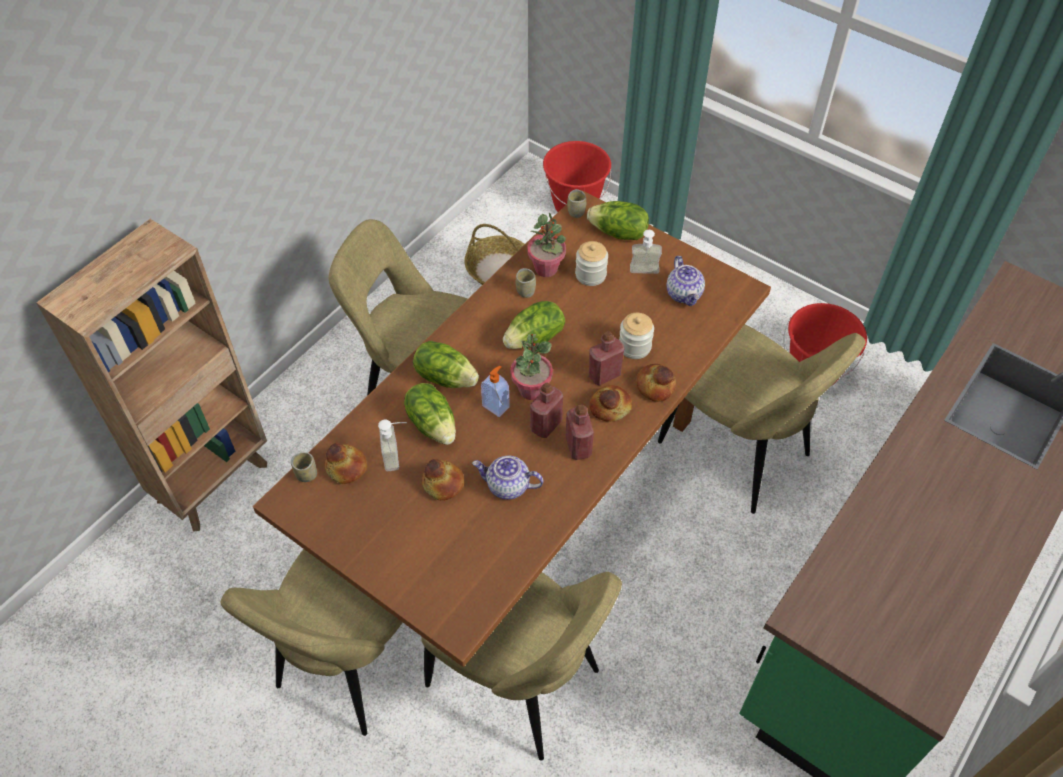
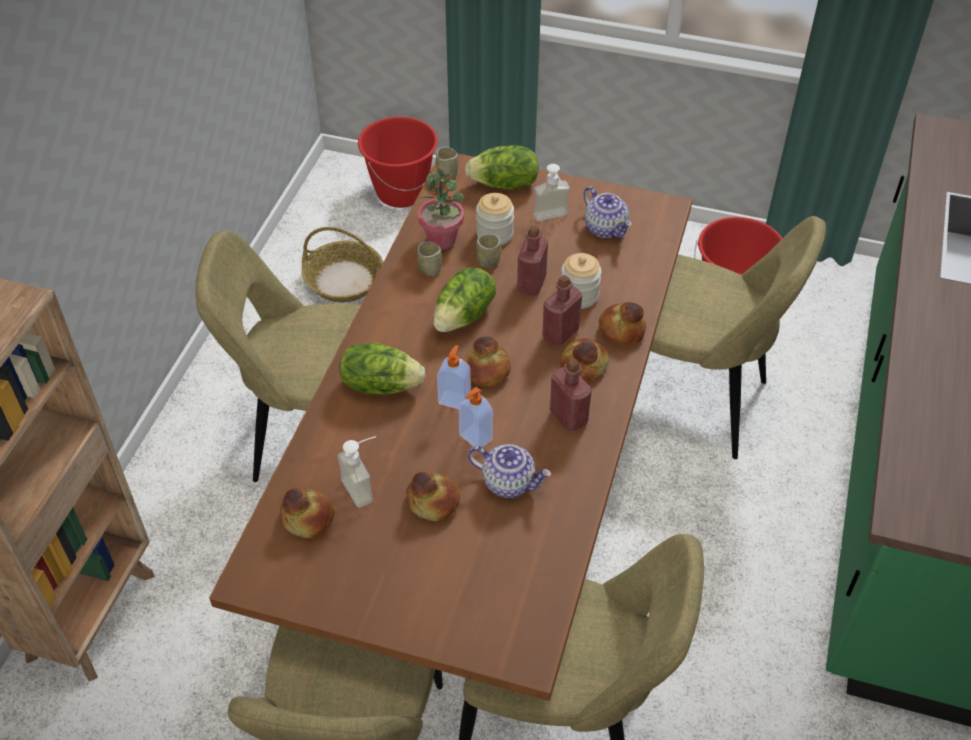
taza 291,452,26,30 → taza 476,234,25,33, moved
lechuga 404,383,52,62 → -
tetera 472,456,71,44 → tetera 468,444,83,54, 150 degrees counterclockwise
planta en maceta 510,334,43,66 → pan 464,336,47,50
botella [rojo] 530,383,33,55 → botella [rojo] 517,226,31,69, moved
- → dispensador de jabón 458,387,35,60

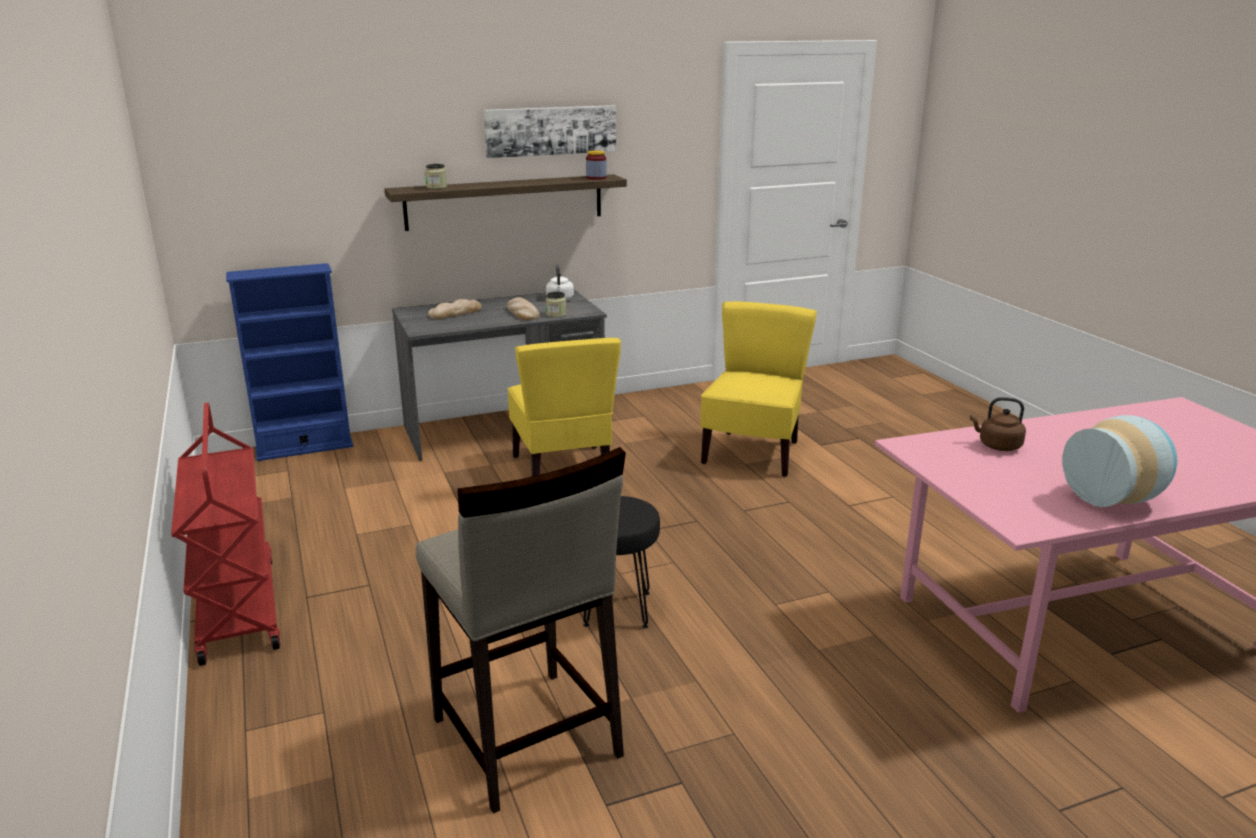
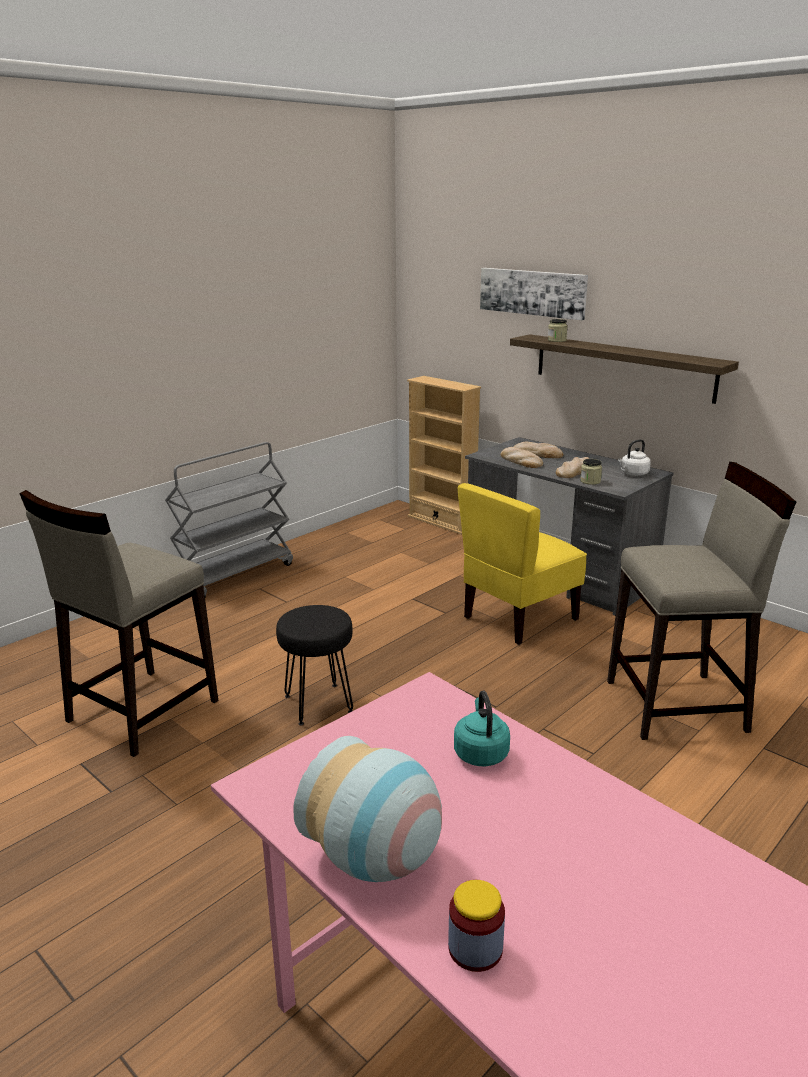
carrito [rojo] 171,403,110,263 → carrito [gris] 165,442,128,155
estantería [azul] 226,263,127,198 → estantería [beis] 407,376,74,159
cuadro 484,105,132,53 → cuadro 480,268,108,52, moved
tarro 586,150,21,30 → tarro 448,880,57,92, moved
silla [amarillo] 700,302,117,175 → taburete [beis] 607,462,189,278
hervidor [marrón] 970,397,56,54 → hervidor [turquesa] 454,690,56,76
- → pan 501,447,42,21

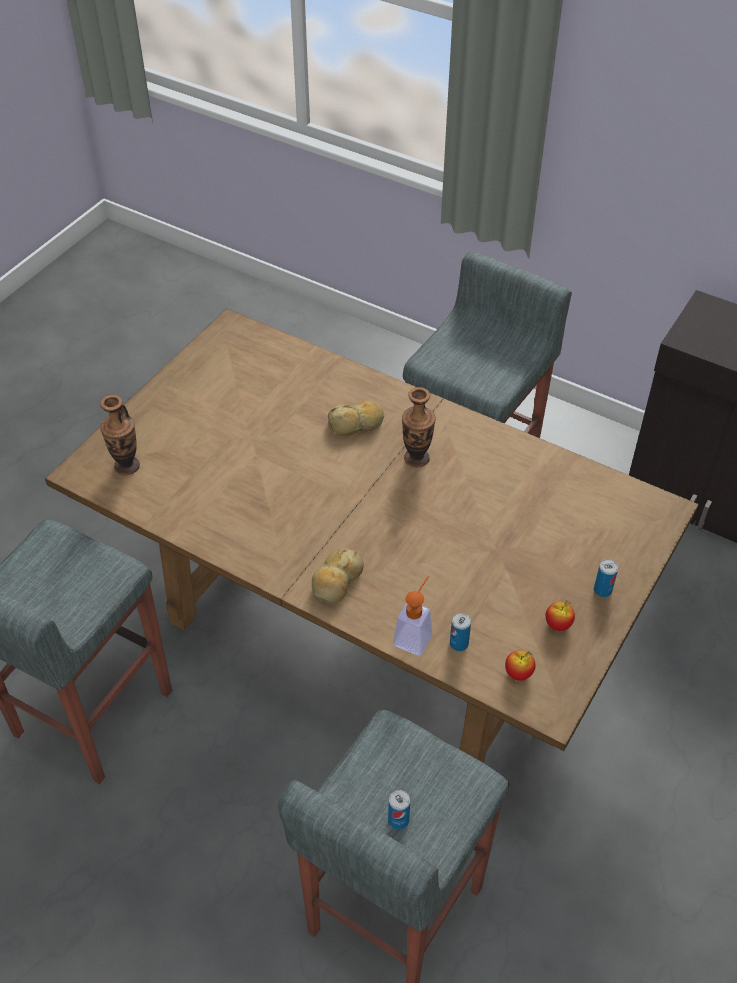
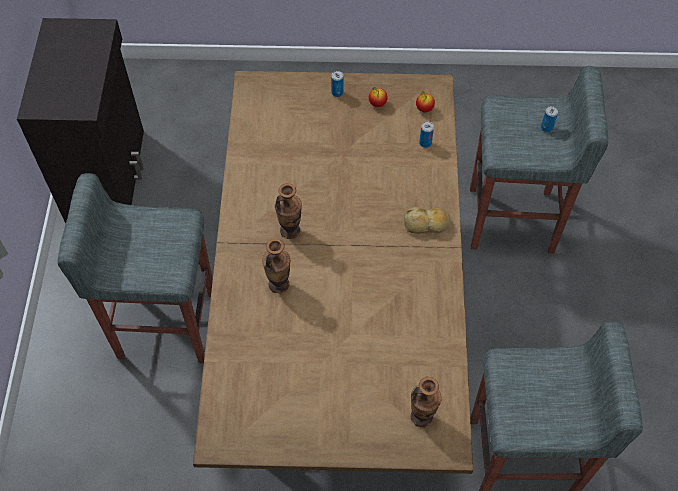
pan 328,400,56,36 → florero 262,239,28,54
dispensador de jabón 393,576,39,80 → -

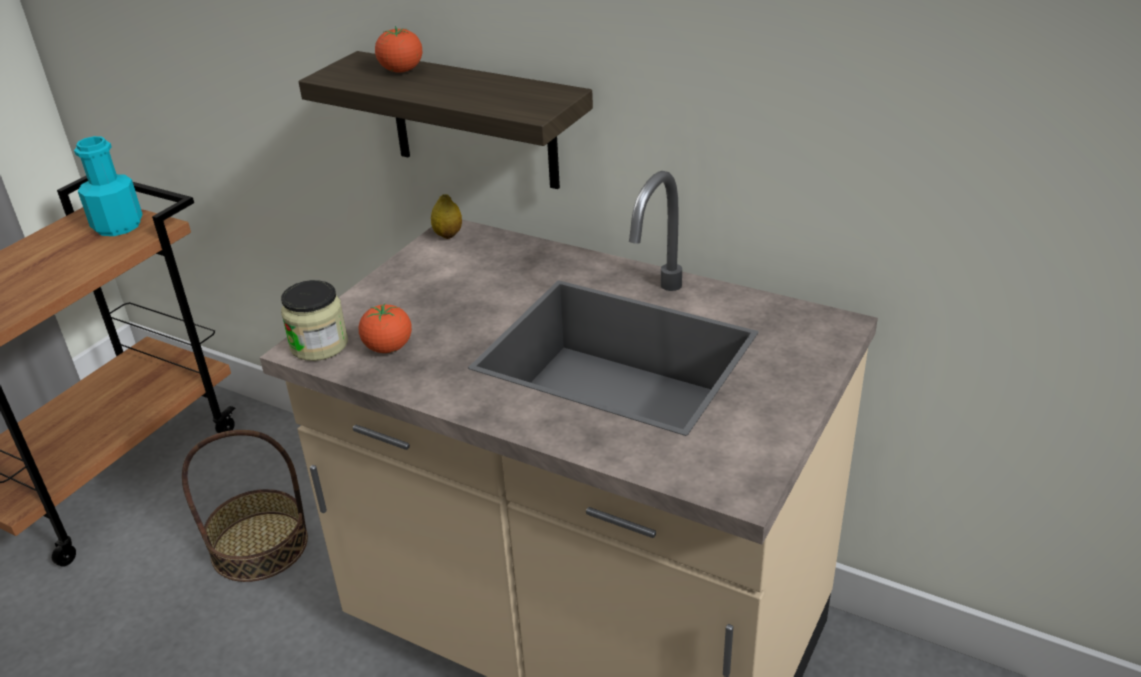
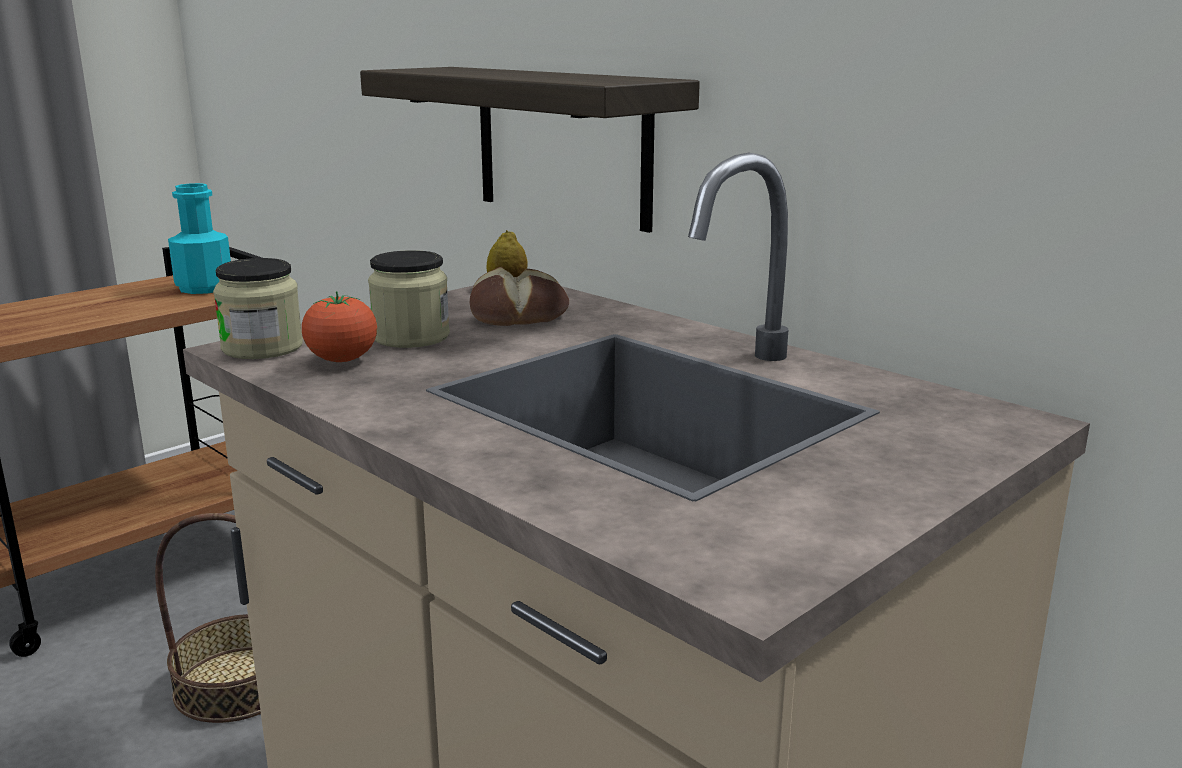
tomate 375,26,47,47 → -
- → tarro 368,250,82,98
- → pan 470,267,99,59

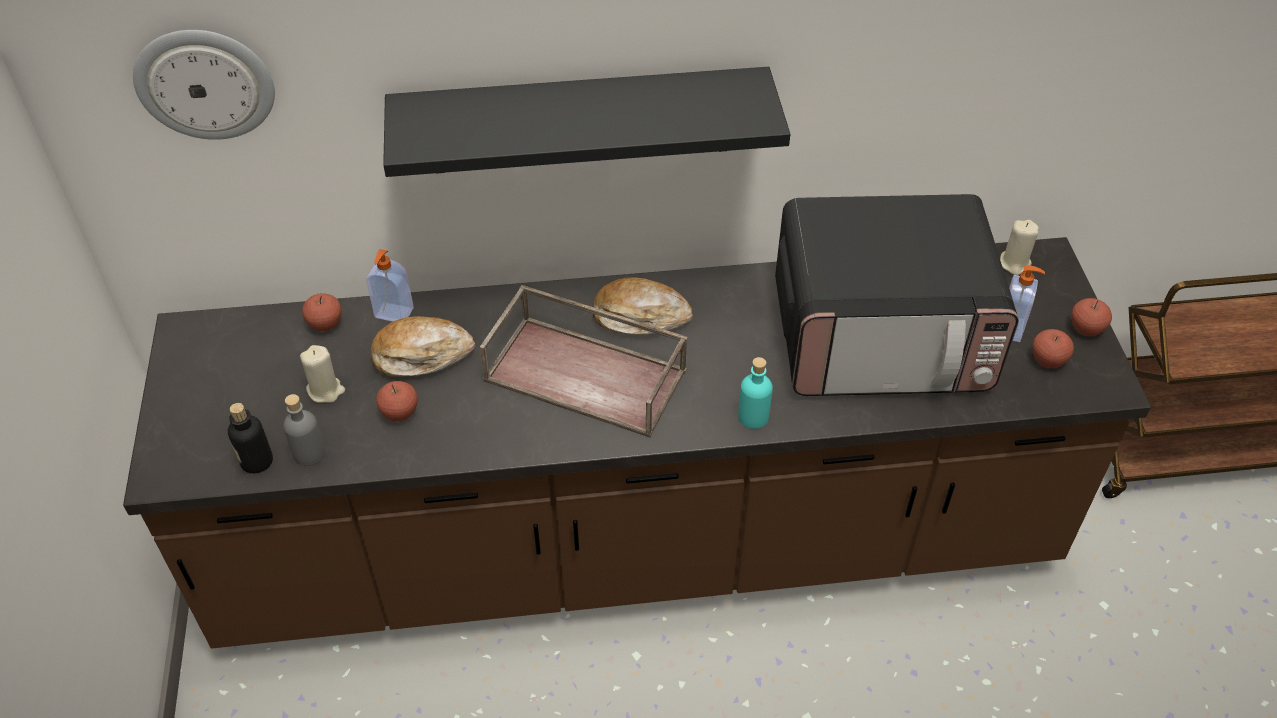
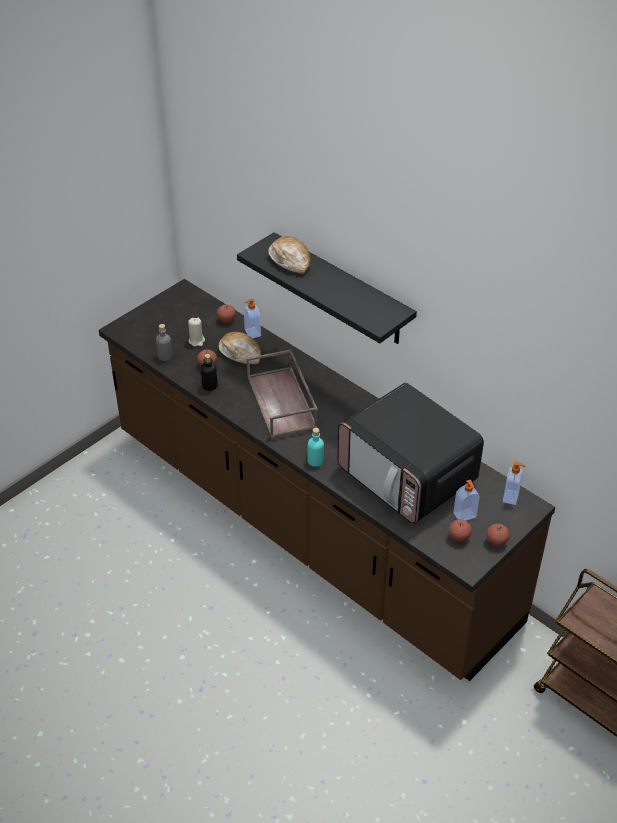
reloj de pared 133,30,142,110 → -
botella 228,403,45,70 → botella 200,354,18,37, moved
pan 593,277,100,58 → pan 268,236,43,38, moved
vela [beis] 1000,220,39,55 → dispensador de jabón 503,462,22,43

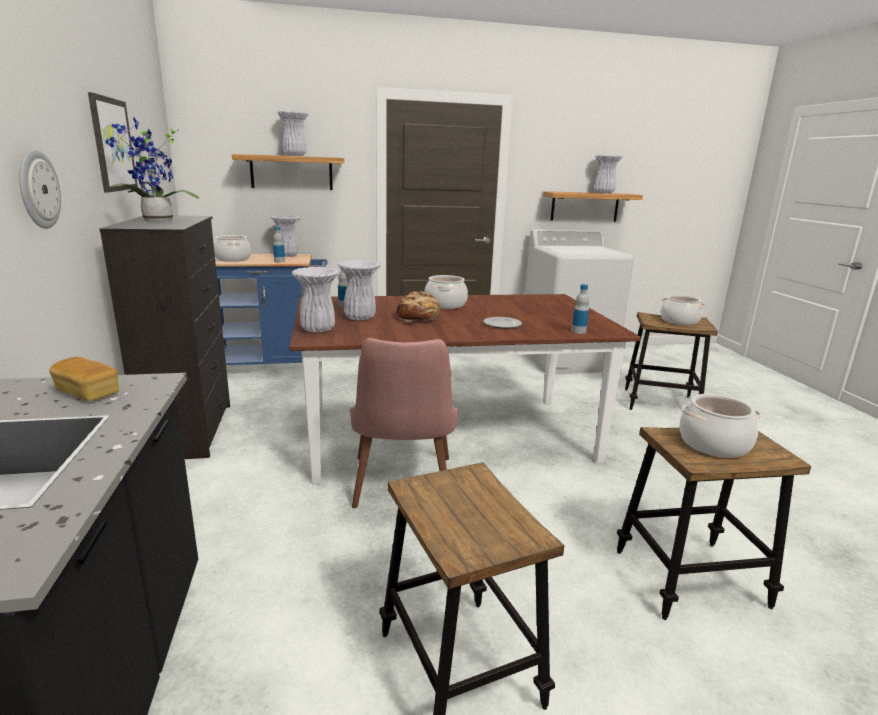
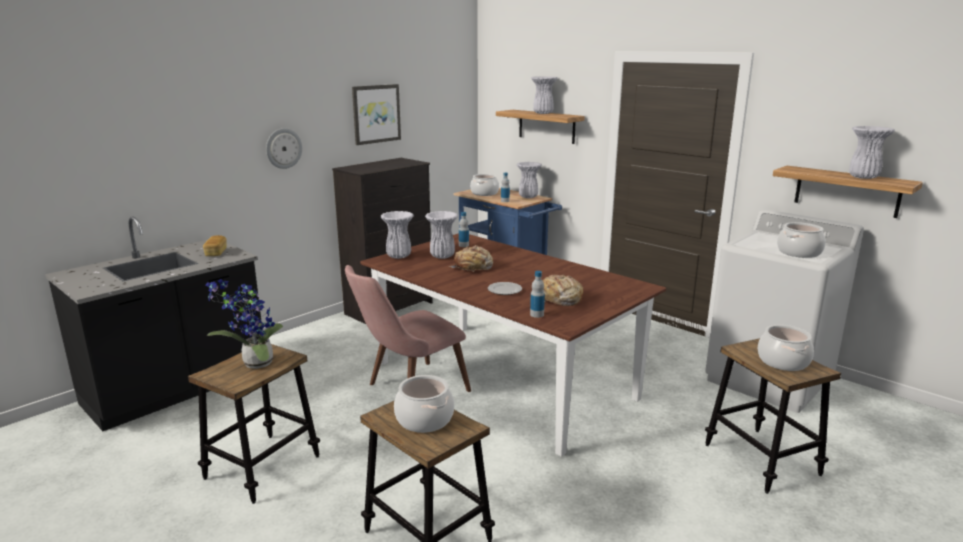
planta en maceta 106,117,93,105 → planta en maceta 206,279,77,90, moved
olla 424,275,44,34 → olla 777,222,49,36, moved
- → pan 542,275,42,31

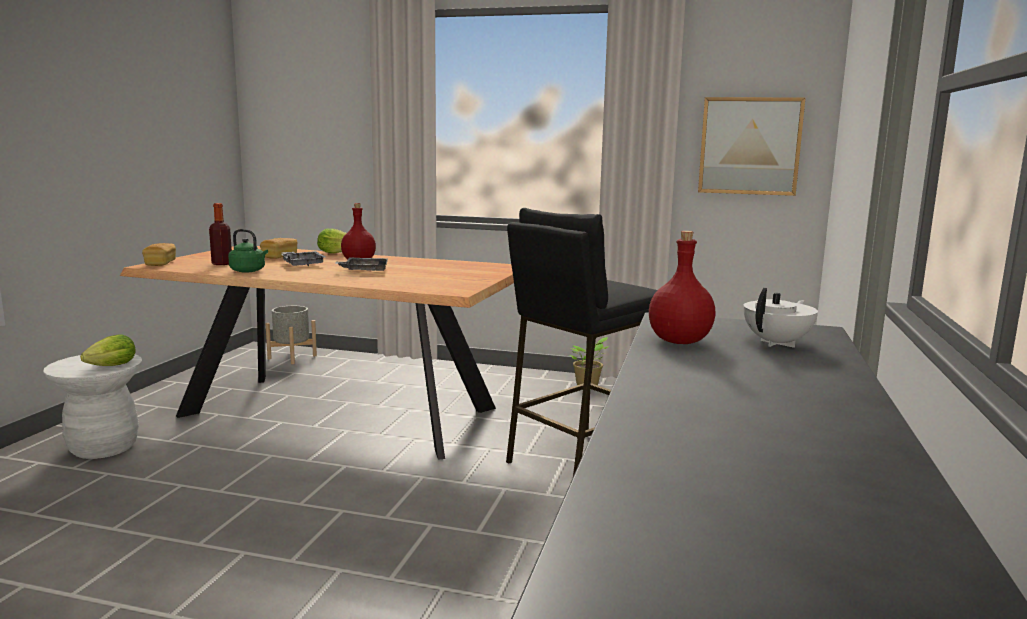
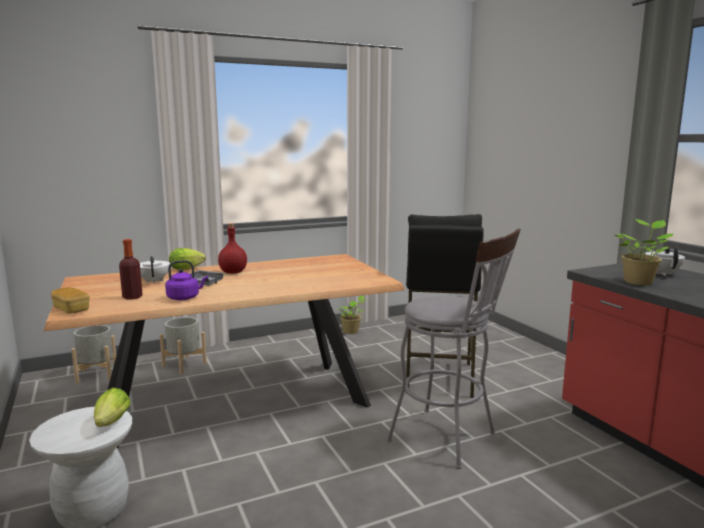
hervidor [verde] 228,229,40,44 → hervidor [morado] 165,260,43,40
pan 260,238,37,21 → tetera [blanco] 140,256,30,26
bandeja [gris] 335,258,53,13 → -
botella [rojo] 649,231,66,113 → planta en maceta 615,219,58,66
cuadro 698,97,108,99 → -
- → maceta [gris] 160,317,47,57
- → taburete [gris] 387,229,134,240

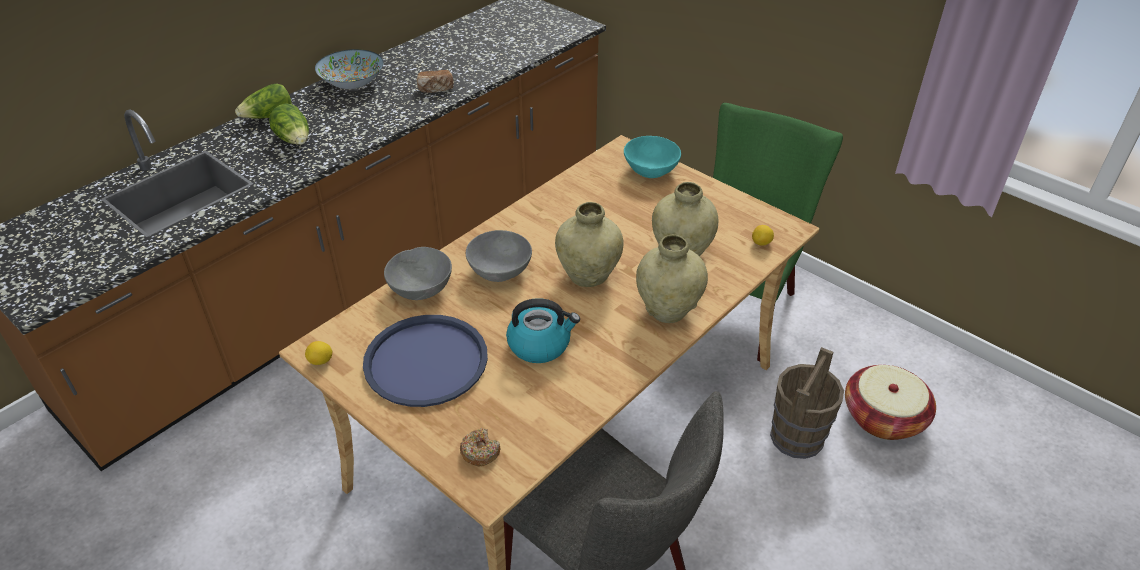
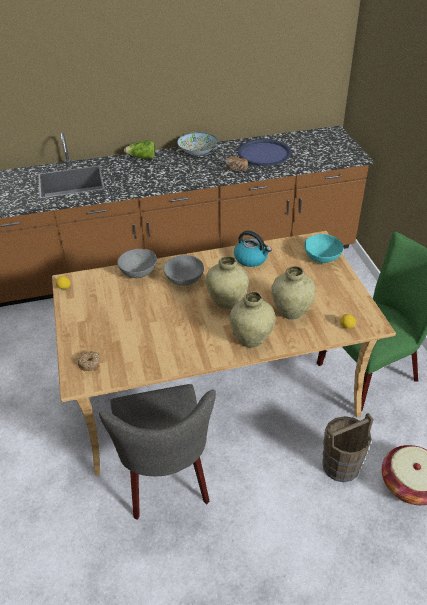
lechuga 269,104,40,41 → -
bandeja [azul] 363,315,125,92 → bandeja [azul] 238,139,53,27, moved
hervidor 506,298,74,65 → hervidor 234,231,38,36, moved

